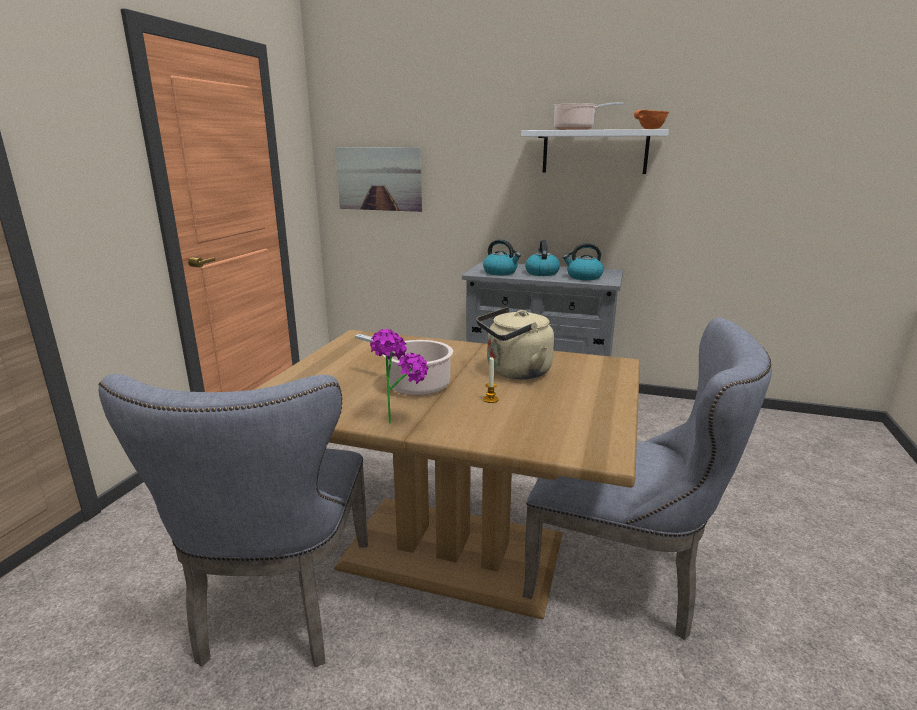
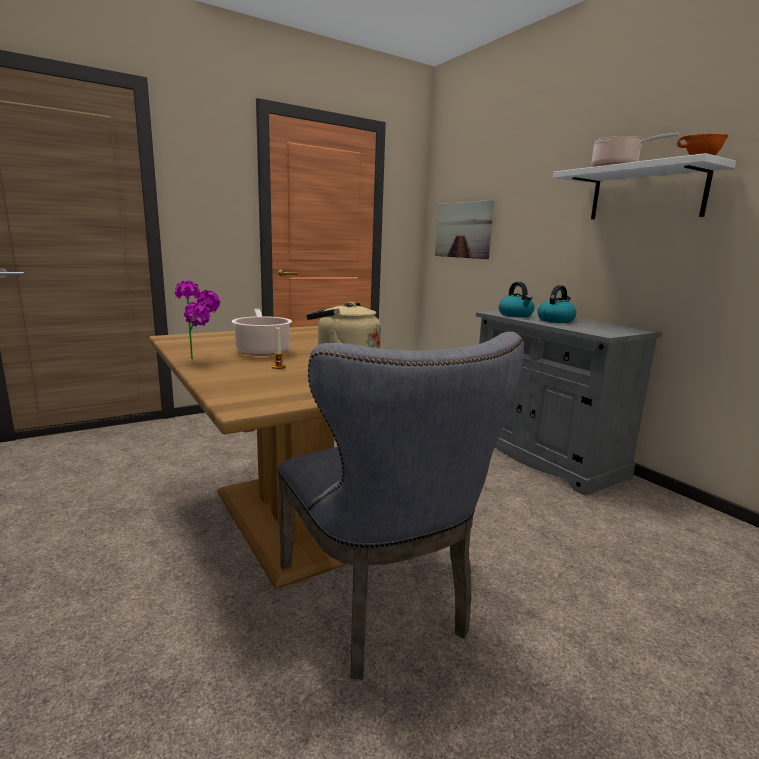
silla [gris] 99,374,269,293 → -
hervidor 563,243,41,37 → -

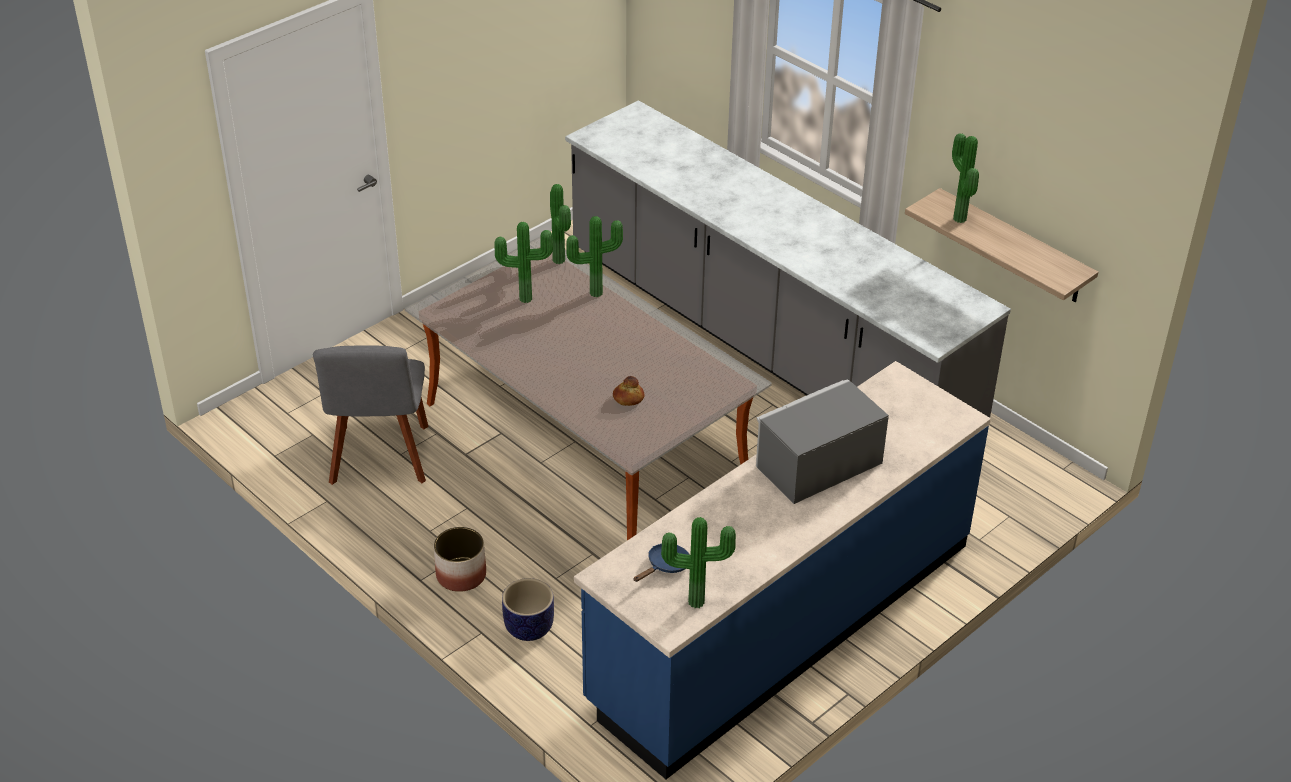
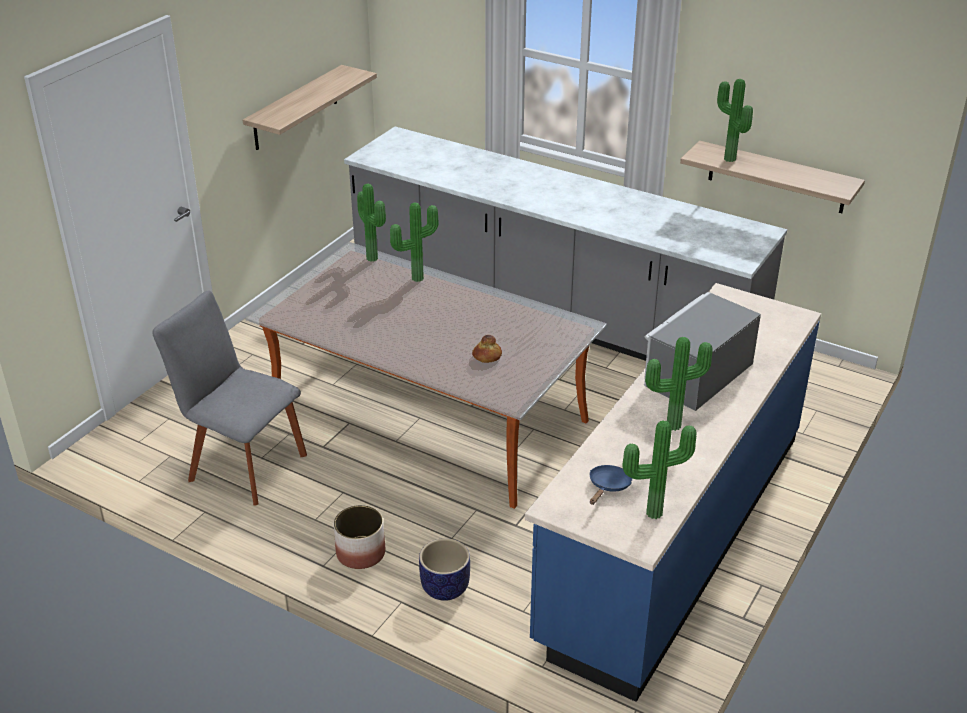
silla [gris] 313,345,116,140 → silla [gris] 152,291,155,215, 135 degrees clockwise
planta en maceta 495,222,58,81 → planta en maceta 645,337,67,94, moved
- → estante 243,65,134,85

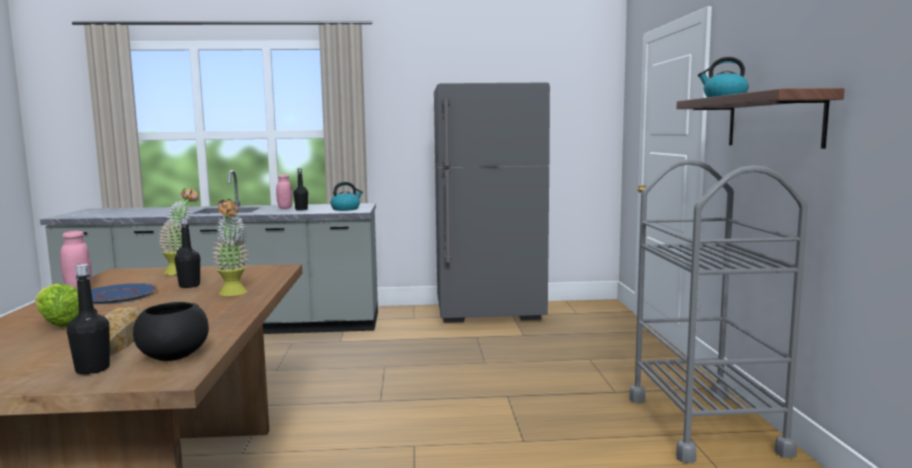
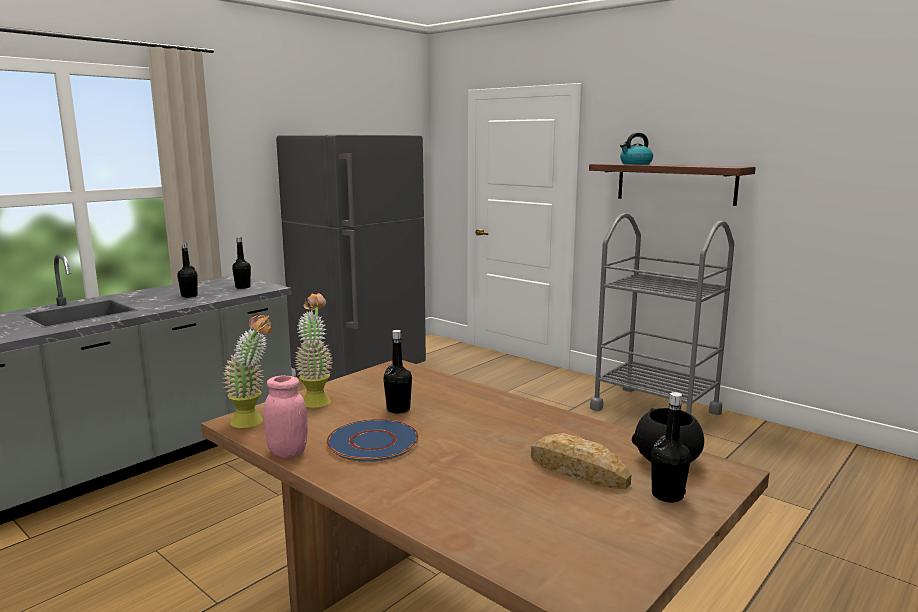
lechuga 35,283,44,44 → -
planta en maceta 211,199,37,97 → planta en maceta 223,313,50,115, moved
tarro [rosa] 276,175,16,34 → -
hervidor 331,182,32,29 → botella [negro] 232,237,19,52

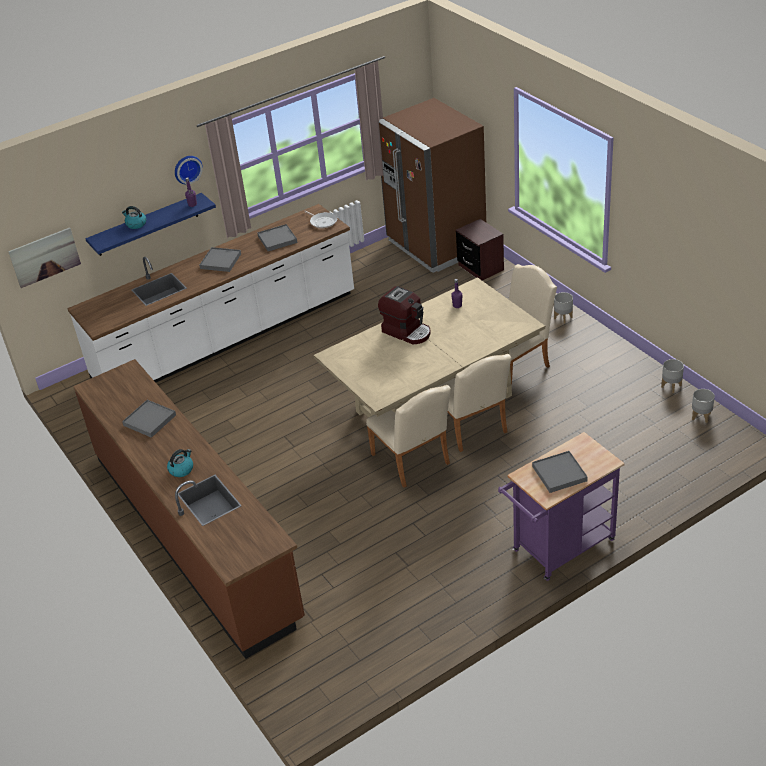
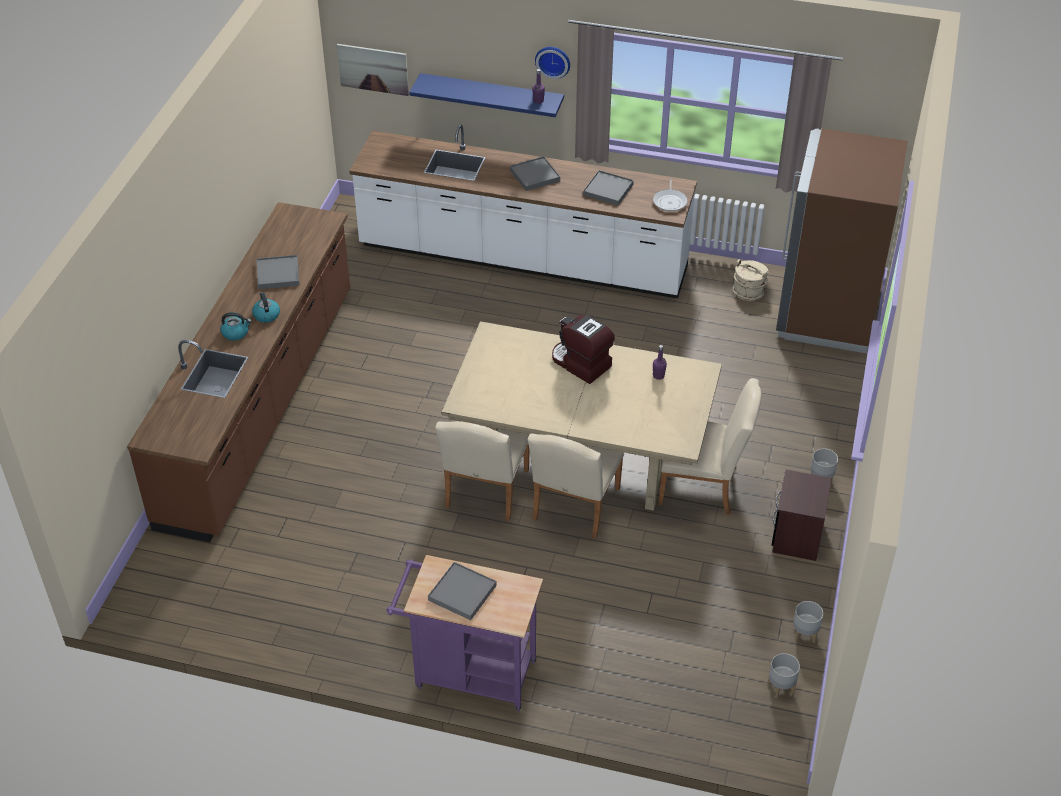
hervidor 122,206,24,23 → hervidor 252,292,28,31, moved
cafetera 378,286,53,58 → cafetera 552,315,63,69, 135 degrees clockwise
mesita de noche [marrón] 456,219,48,61 → mesita de noche [marrón] 771,469,61,92, moved
- → cubo [beis] 732,259,36,42

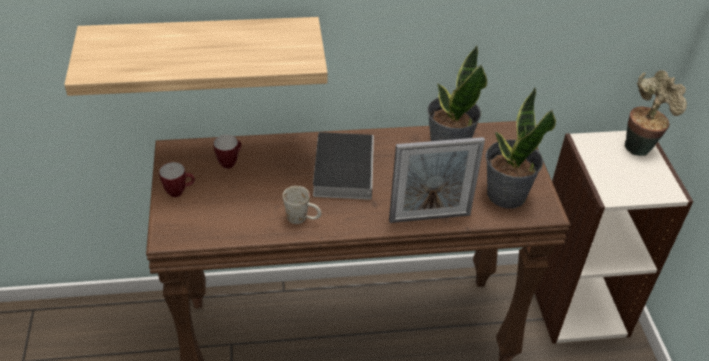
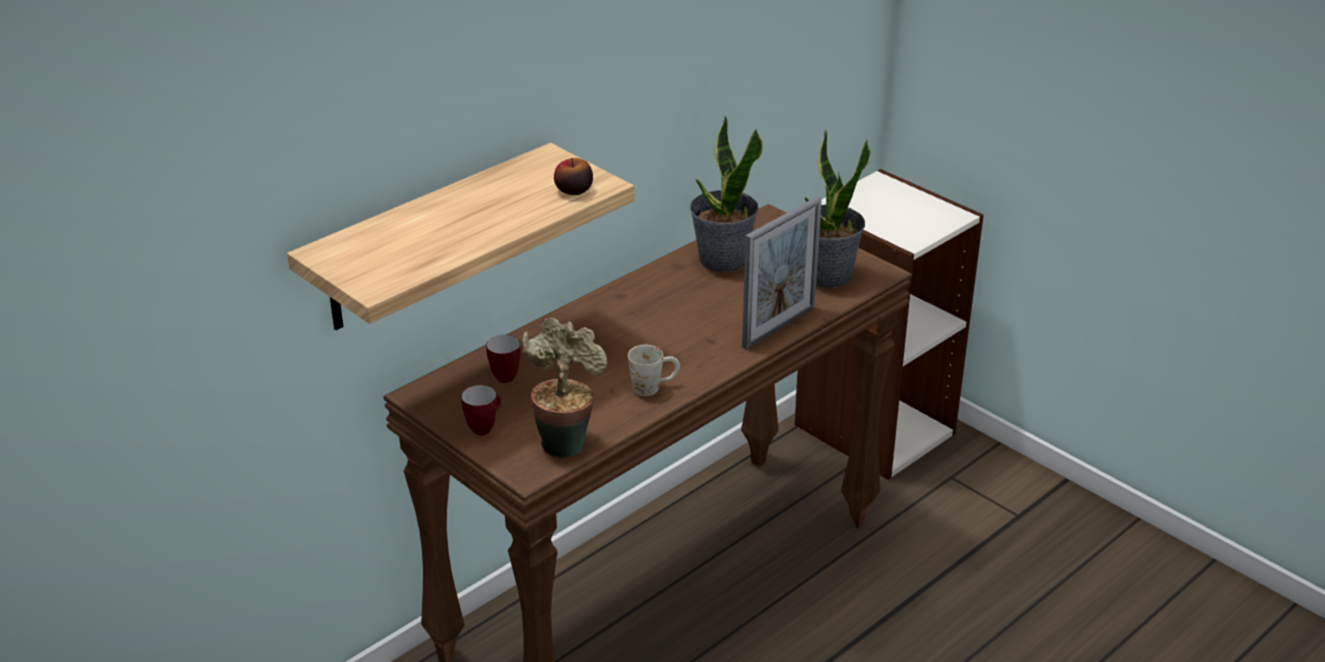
libro 313,132,61,68 → -
planta en maceta 625,70,62,86 → planta en maceta 522,318,85,140, moved
- → manzana 554,158,39,37

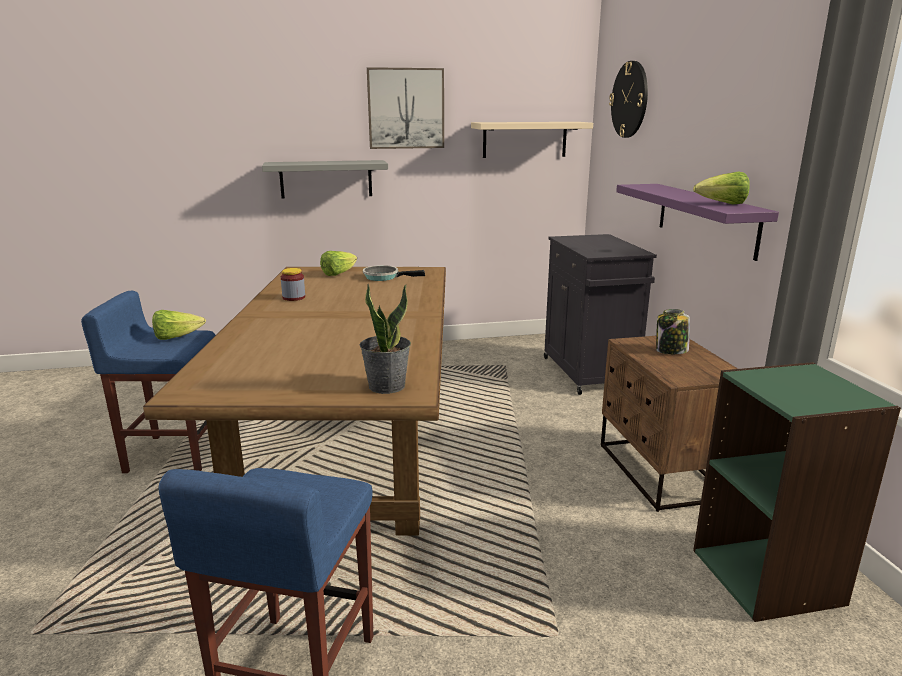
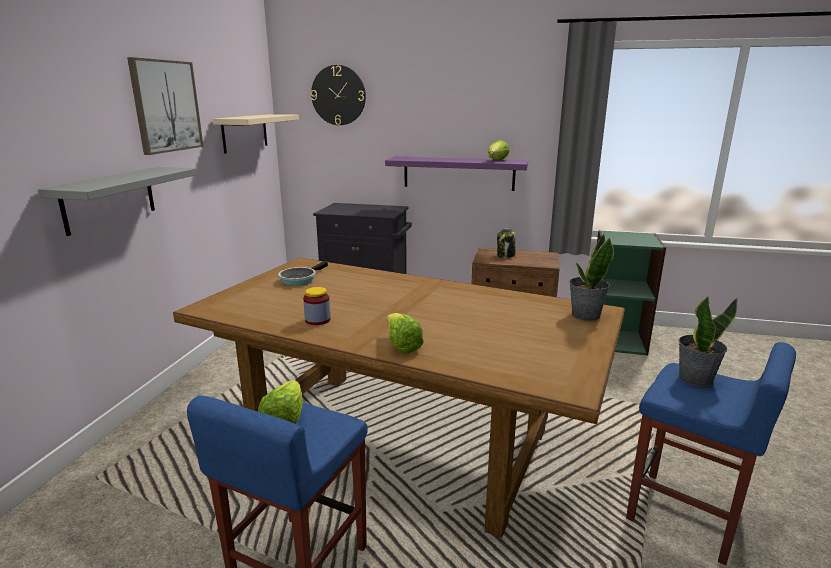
lechuga 320,251,37,25 → lechuga 386,313,38,40, moved
- → planta en maceta 679,296,59,91

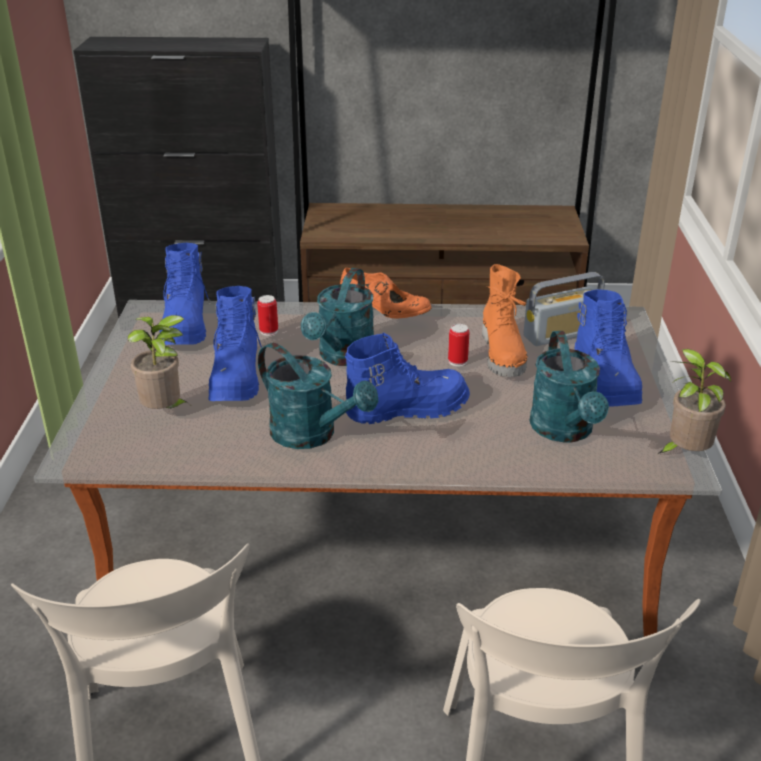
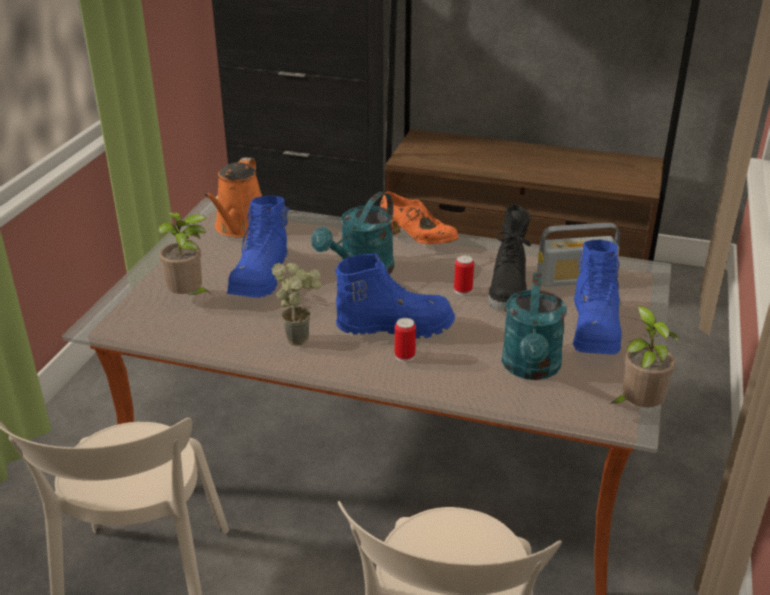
bota [azul] 159,243,52,102 → regadera [naranja] 204,157,58,80
lata 257,295,21,41 → lata 395,318,21,44, moved
regadera [turquesa] 258,343,120,106 → planta en maceta 271,263,51,83
bota [naranja] 482,264,46,113 → bota [negro] 488,204,44,107

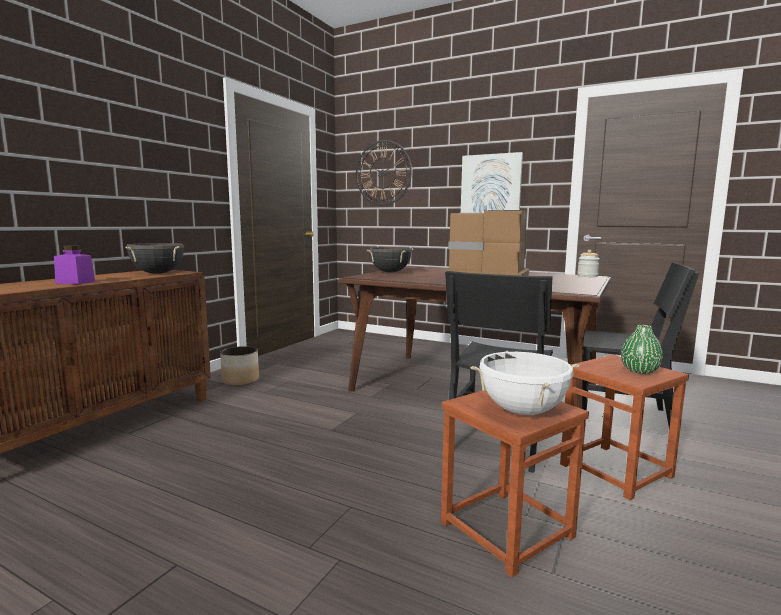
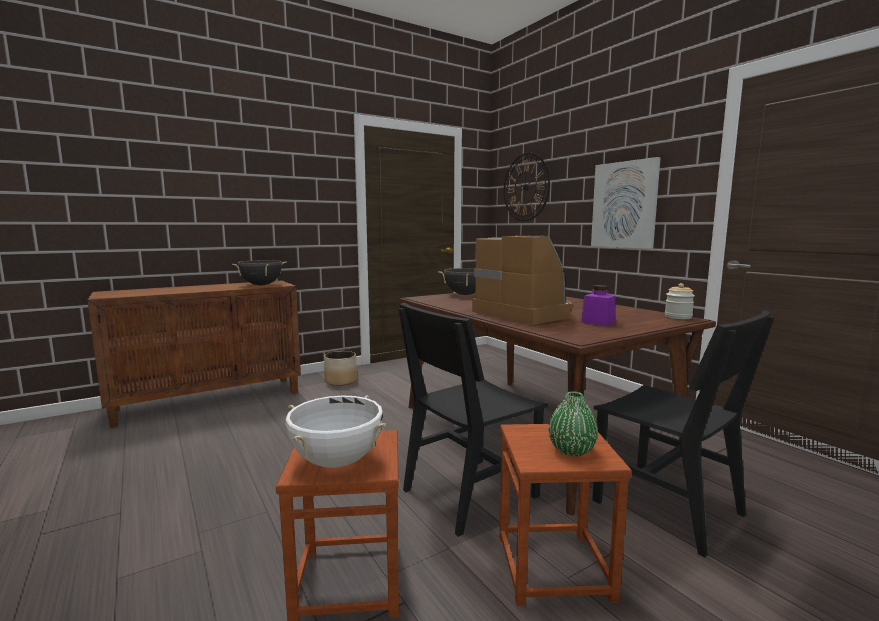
tarro [morado] 54,245,41,40 → tarro [morado] 581,285,34,41, moved

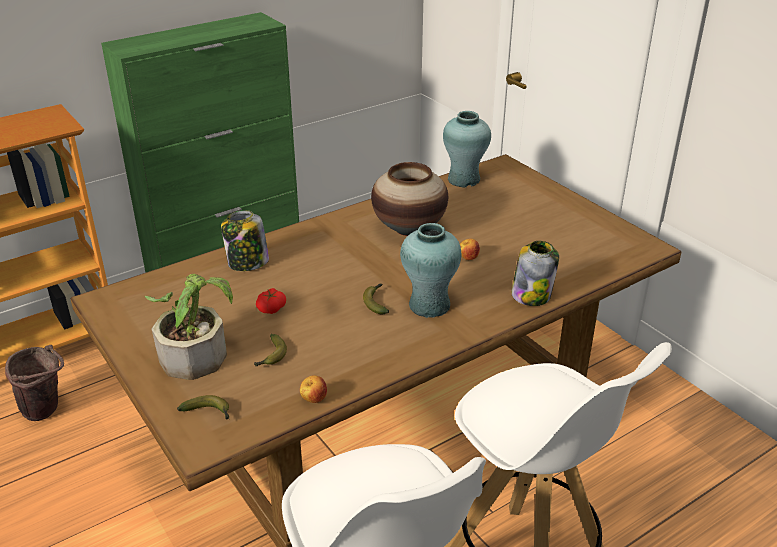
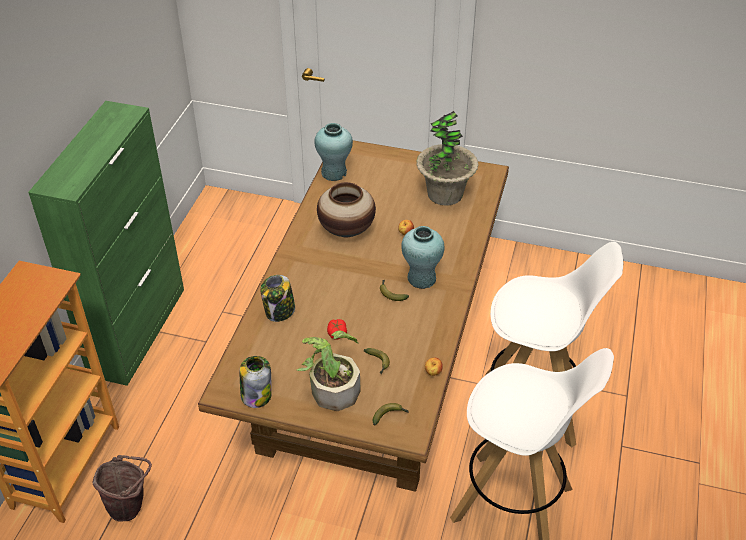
tarro 511,241,48,65 → tarro 240,356,32,52, moved
- → planta en maceta 416,111,62,95

